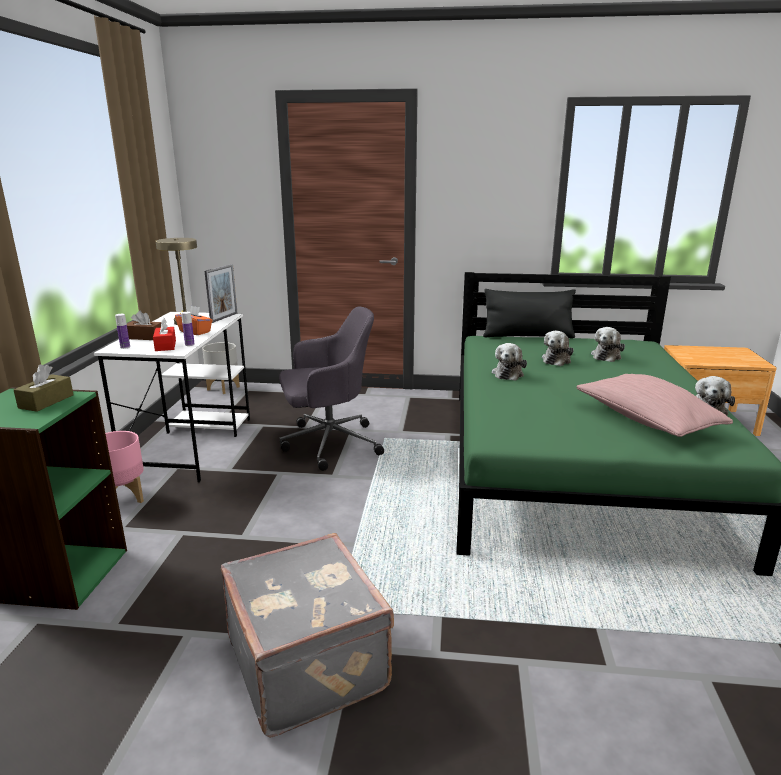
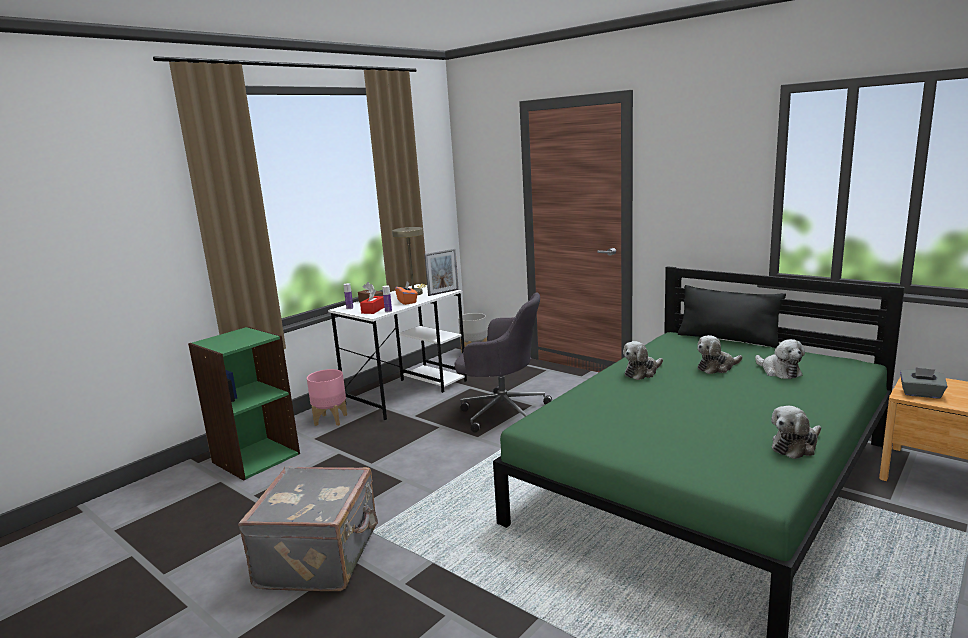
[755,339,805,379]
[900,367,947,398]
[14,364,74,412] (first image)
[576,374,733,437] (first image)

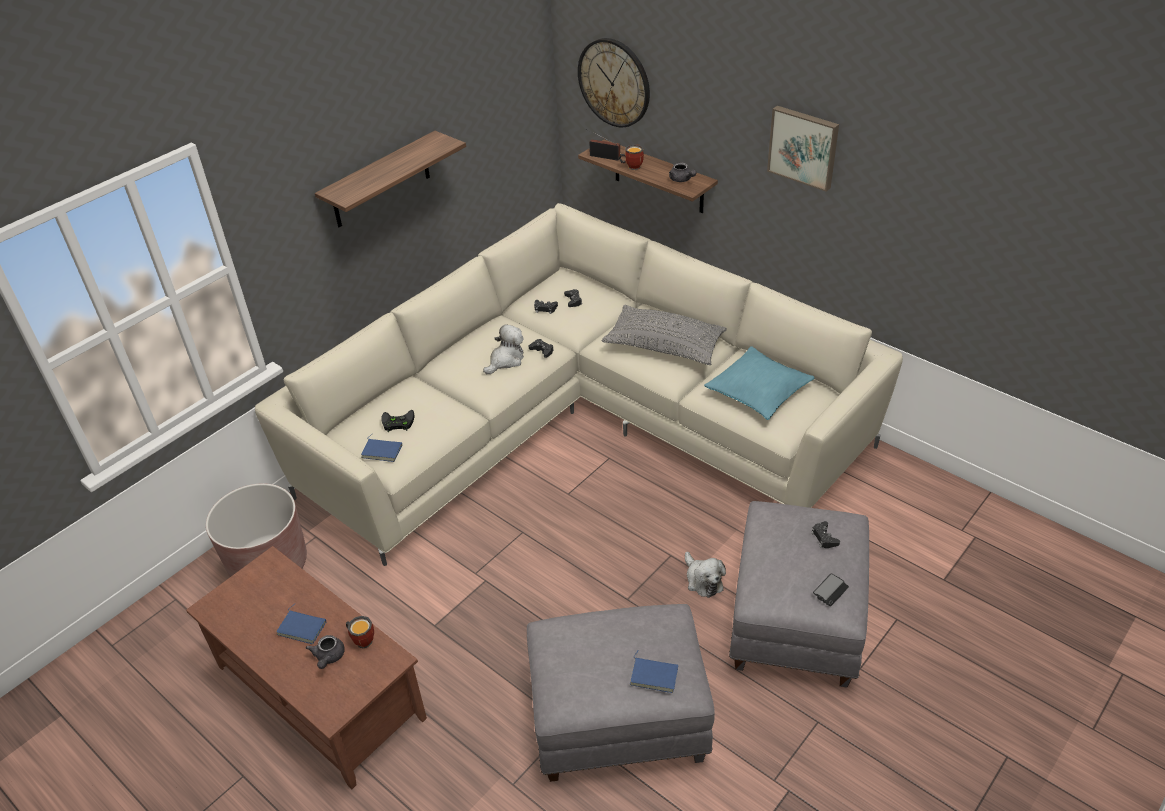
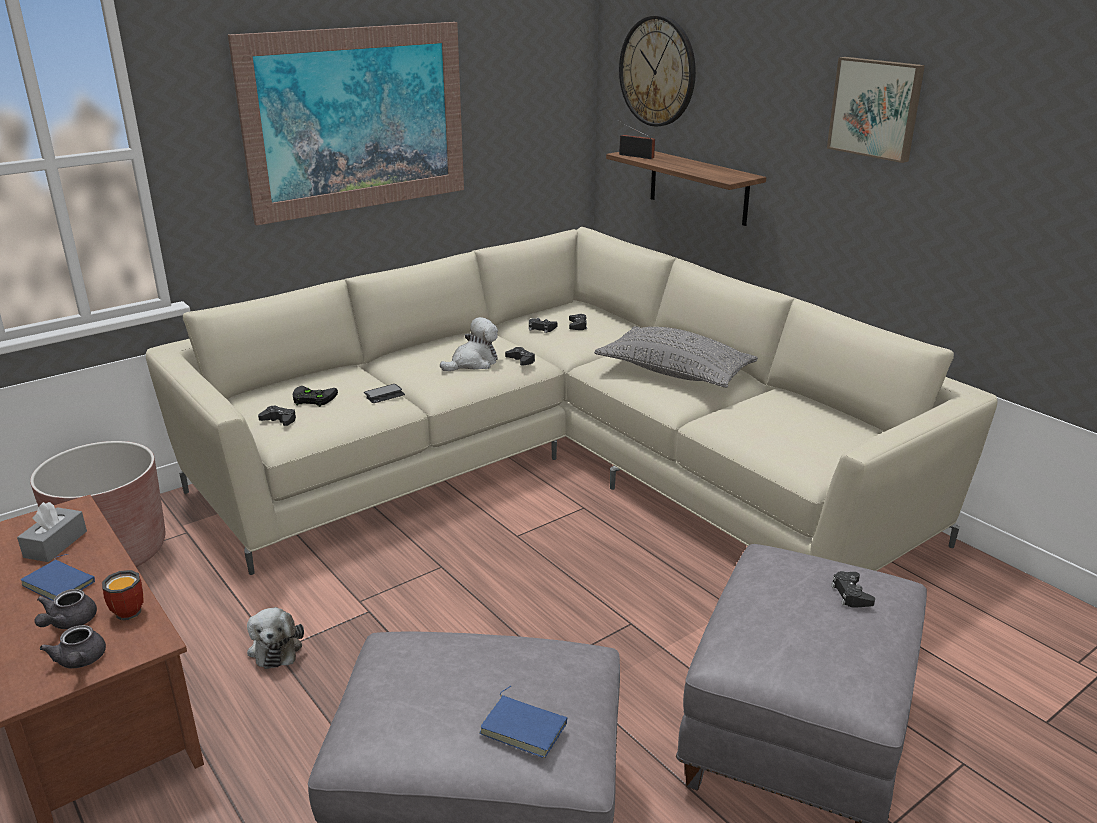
[17,502,87,562]
[40,625,106,668]
[228,22,464,225]
[247,607,304,669]
[258,405,296,426]
[364,384,405,403]
[619,144,644,170] (first image)
[704,346,814,420] (first image)

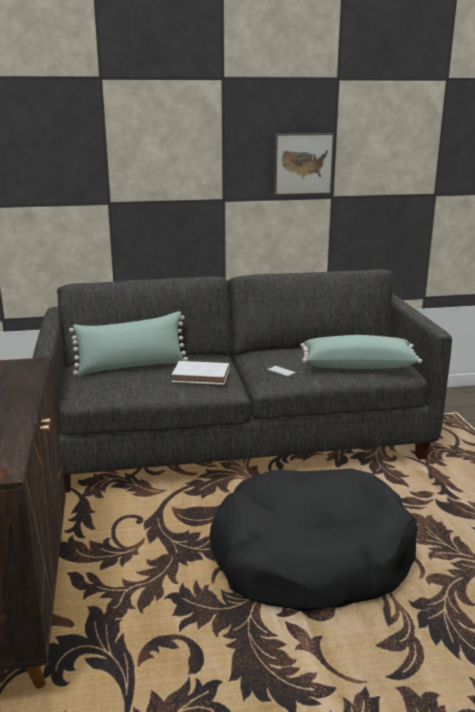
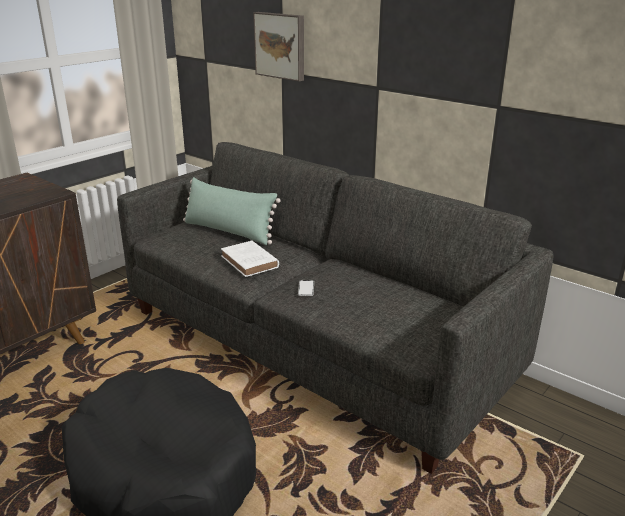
[253,12,304,81]
[300,335,422,369] (first image)

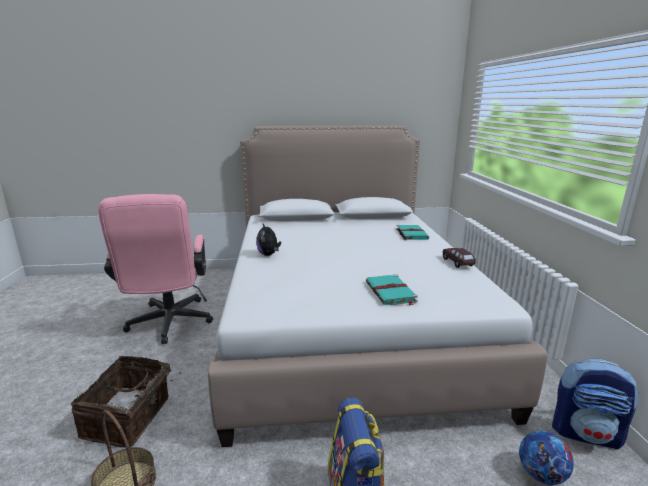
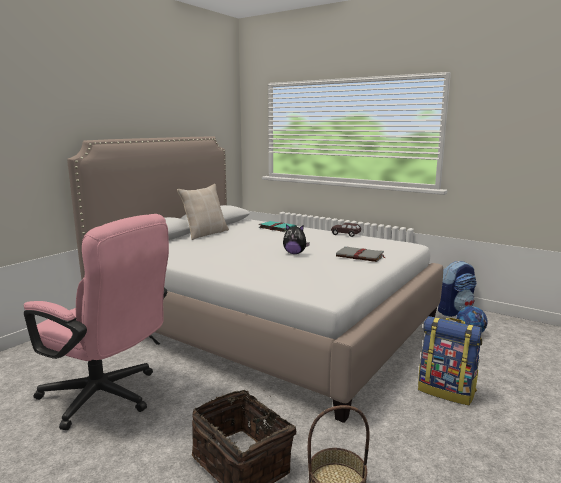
[177,184,229,240]
[283,224,310,254]
[336,246,387,262]

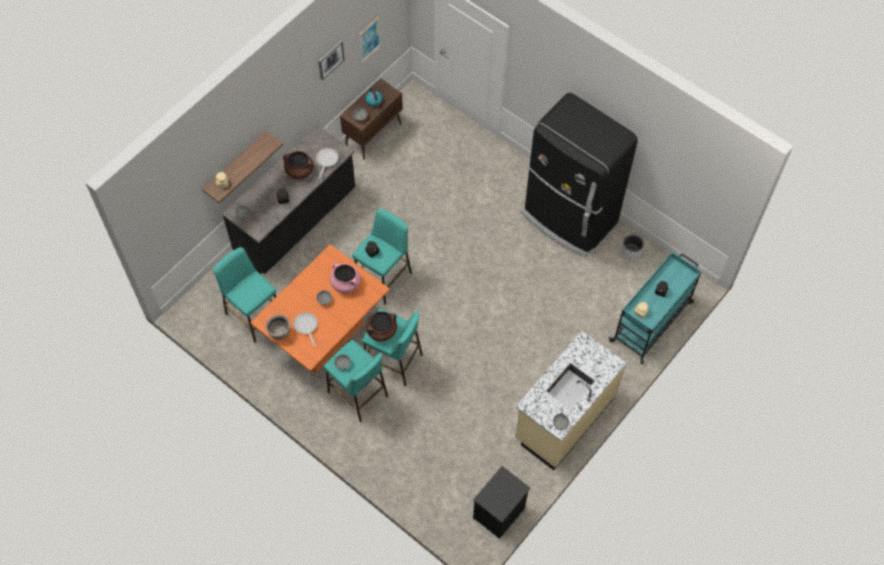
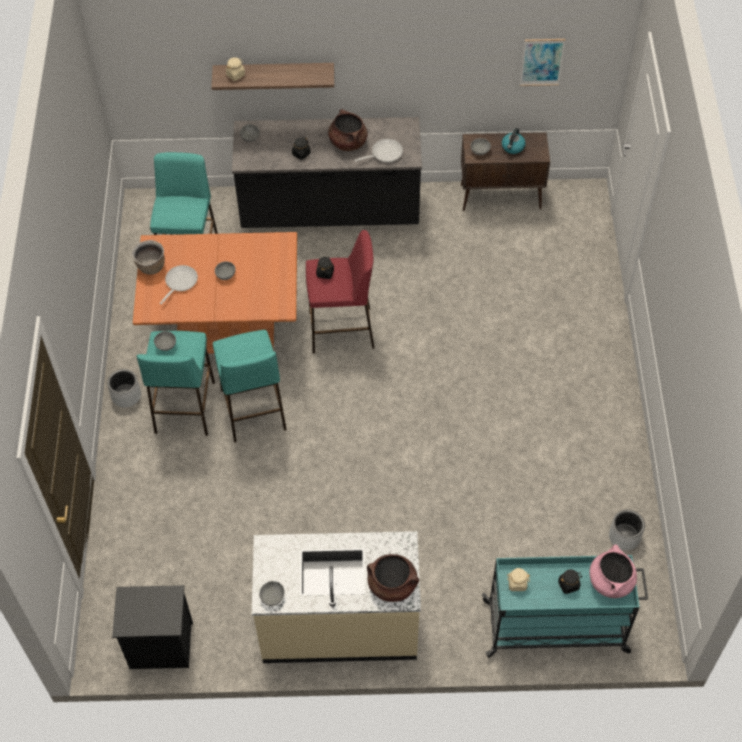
[107,369,141,408]
[306,230,374,353]
[367,554,419,602]
[589,544,637,598]
[318,41,345,80] (first image)
[521,93,638,257] (first image)

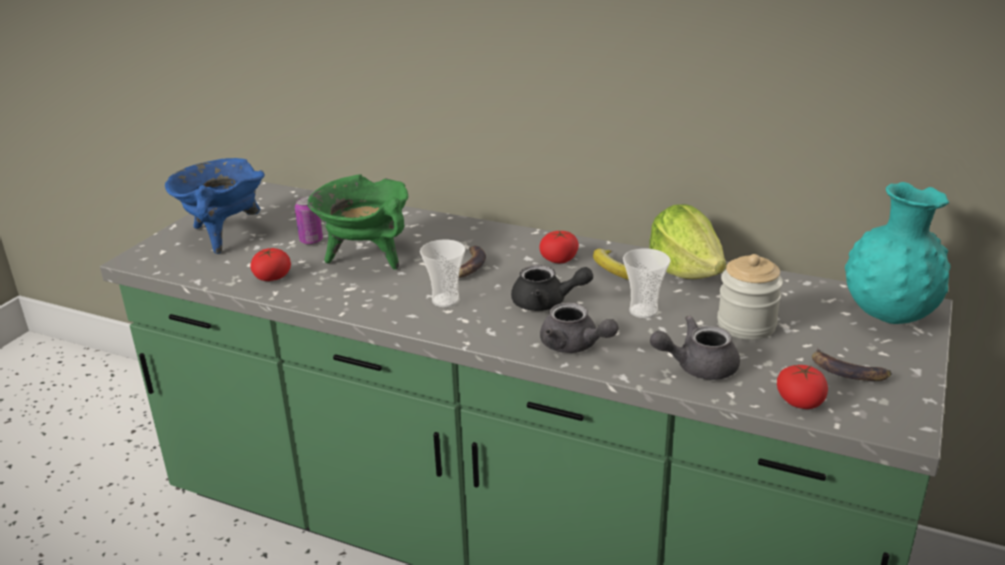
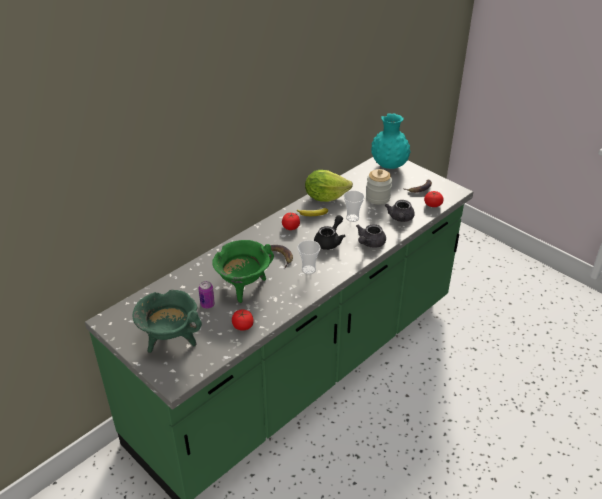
[132,290,202,353]
[356,224,386,248]

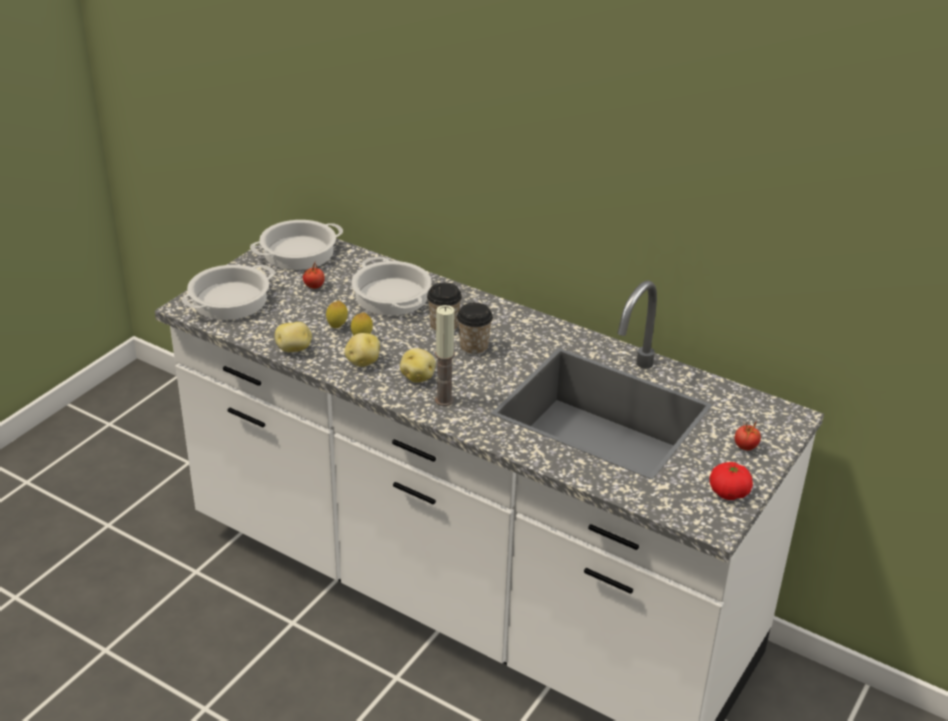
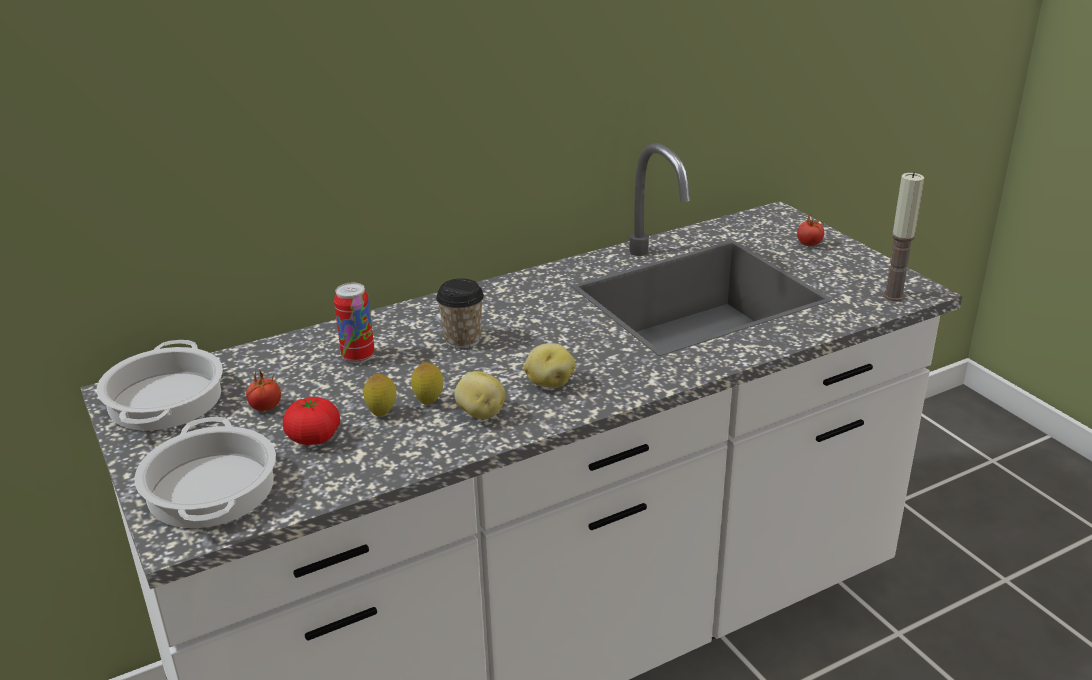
[283,397,340,445]
[334,283,375,363]
[882,172,924,301]
[275,322,312,352] (first image)
[457,303,493,356] (first image)

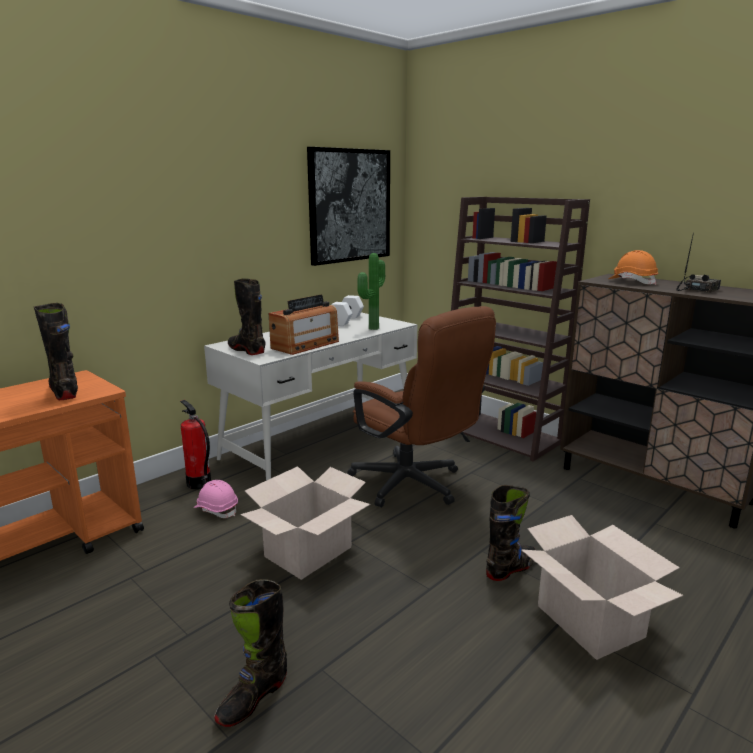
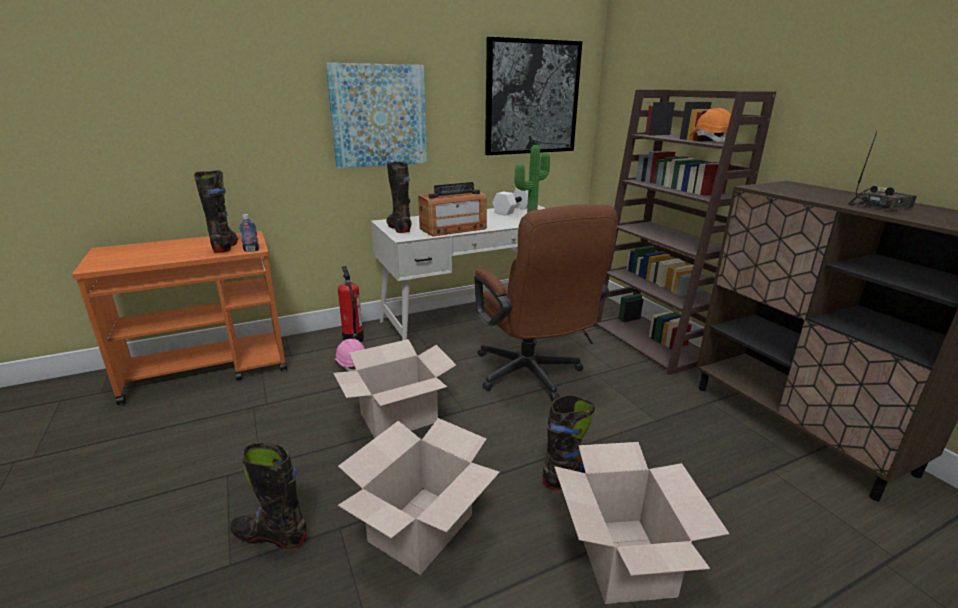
[230,442,307,549]
[239,214,260,252]
[326,63,427,168]
[338,418,500,575]
[689,108,731,142]

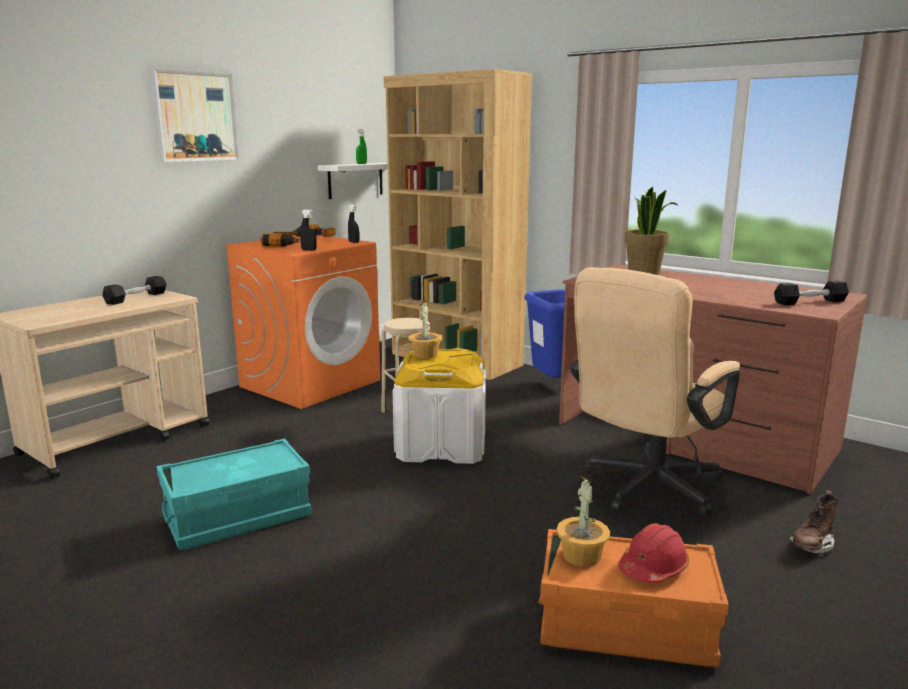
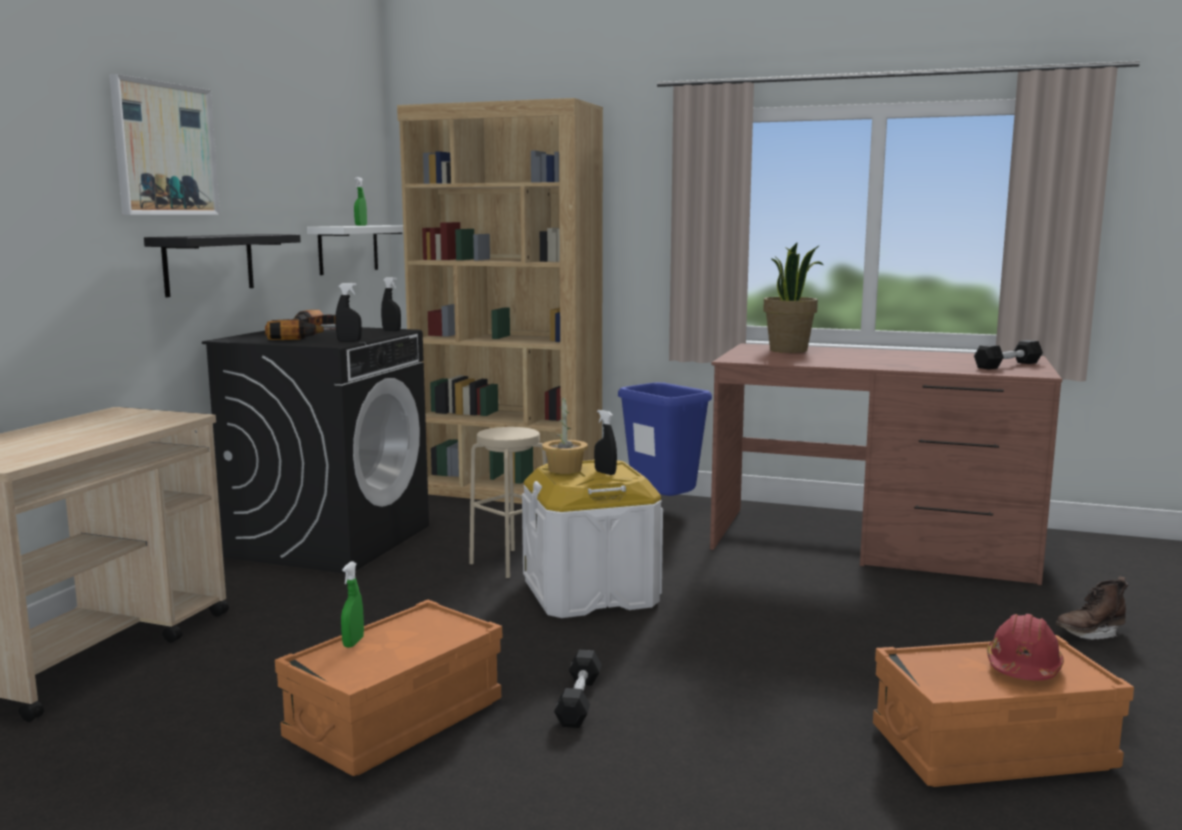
[144,234,301,297]
[202,326,429,574]
[275,600,503,776]
[341,561,364,648]
[554,650,602,728]
[594,410,617,475]
[1055,576,1128,640]
[557,475,610,567] (first image)
[570,267,740,516] (first image)

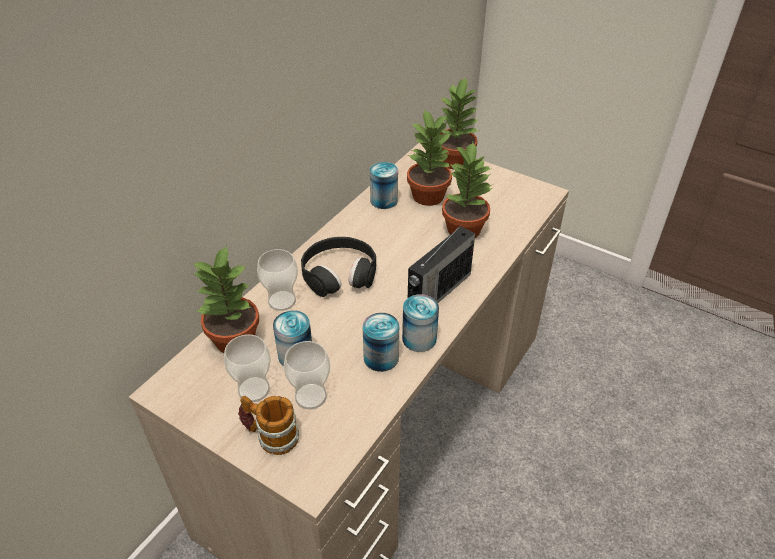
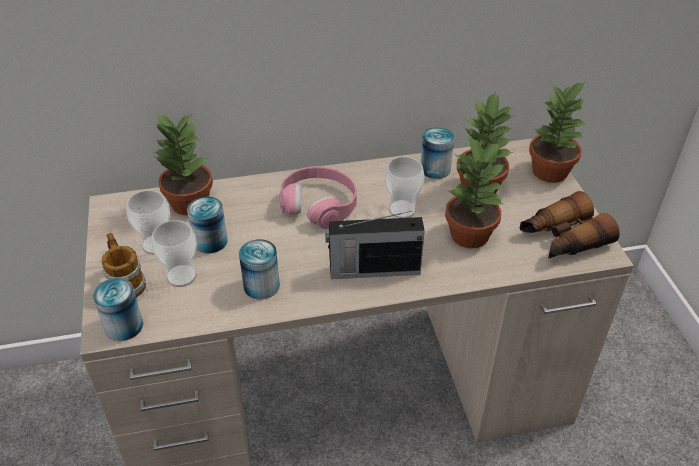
[93,278,143,341]
[279,166,357,229]
[385,157,425,218]
[520,191,620,259]

